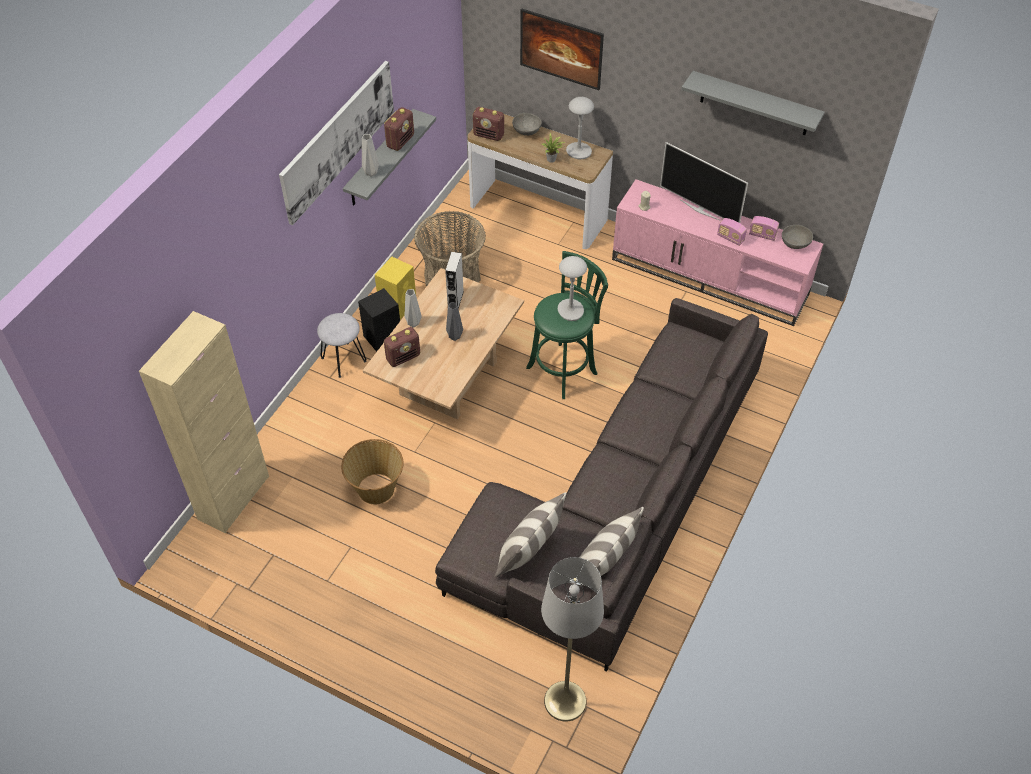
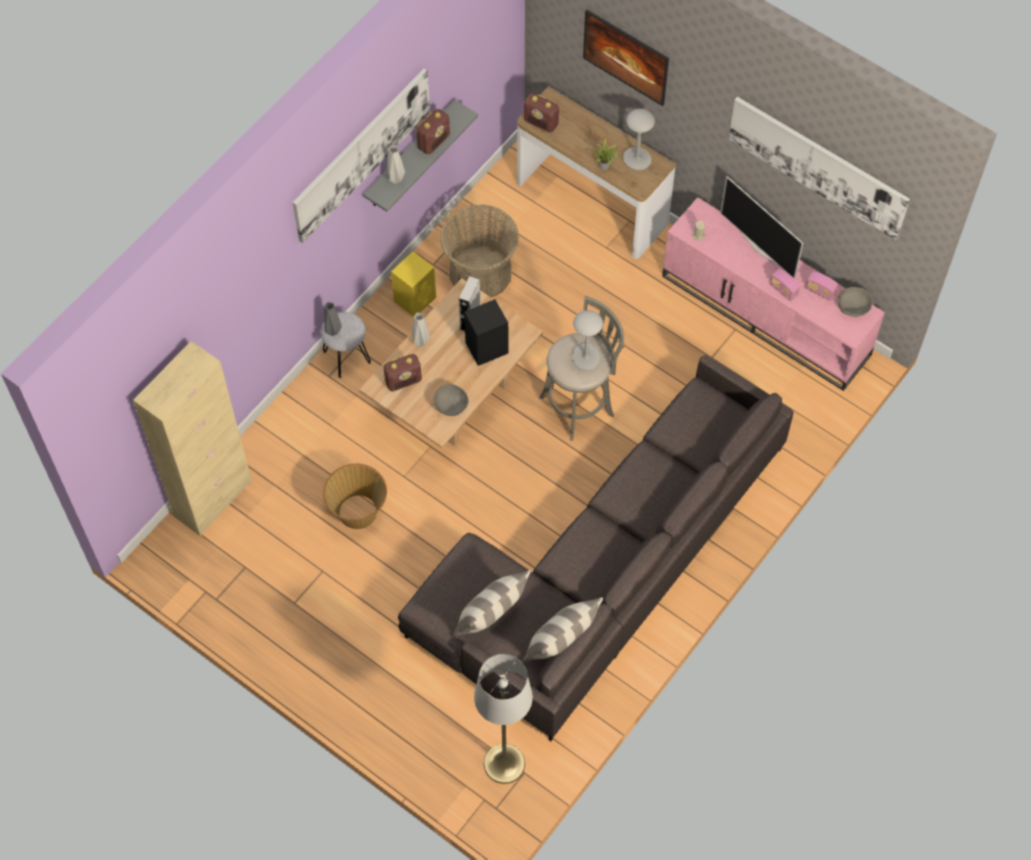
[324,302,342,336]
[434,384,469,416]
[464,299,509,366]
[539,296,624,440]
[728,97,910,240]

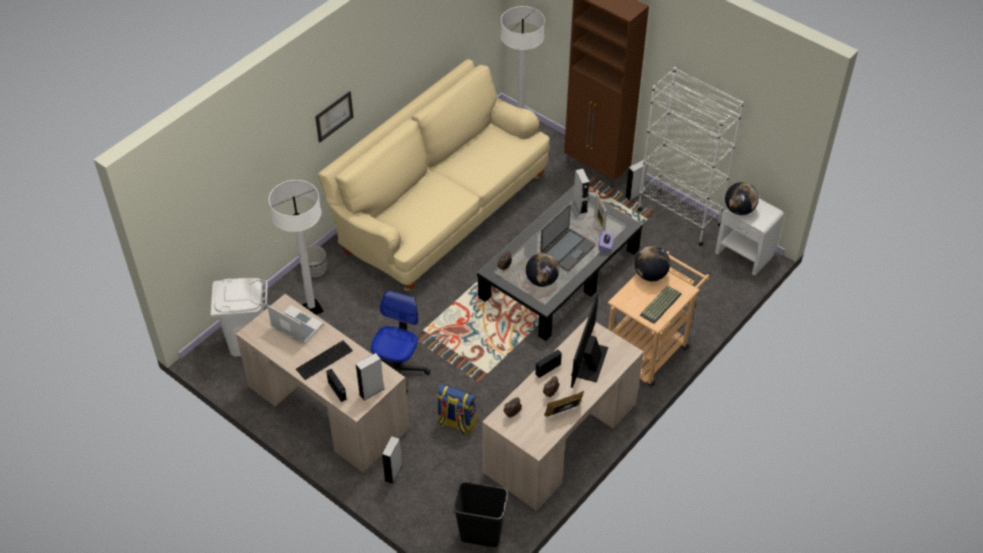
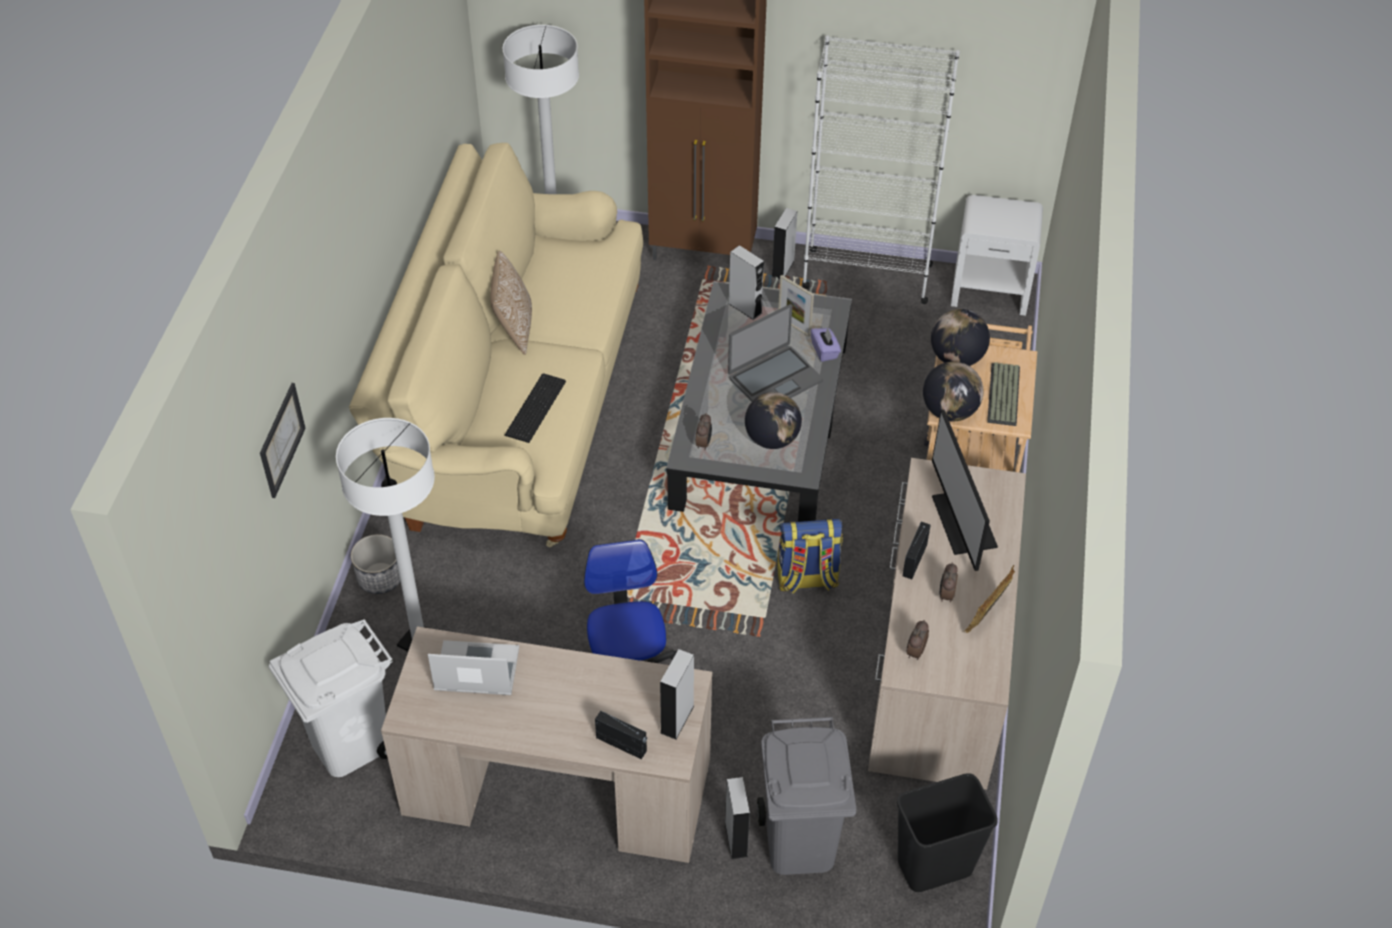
[260,383,306,498]
[490,251,532,355]
[505,373,566,443]
[728,304,823,402]
[757,717,856,875]
[778,518,843,594]
[923,361,983,421]

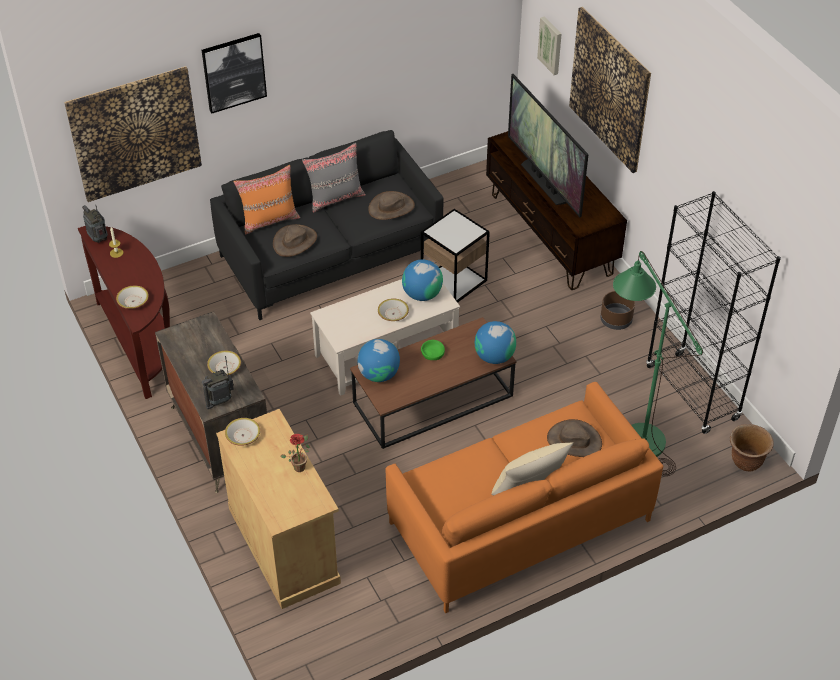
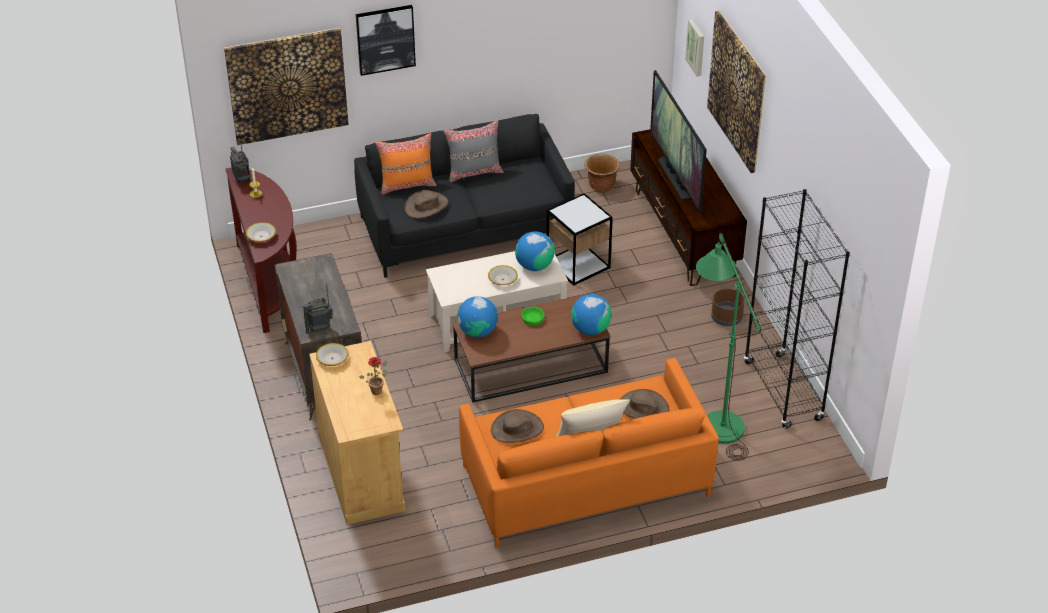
[491,409,544,443]
[584,154,620,193]
[207,351,241,375] (first image)

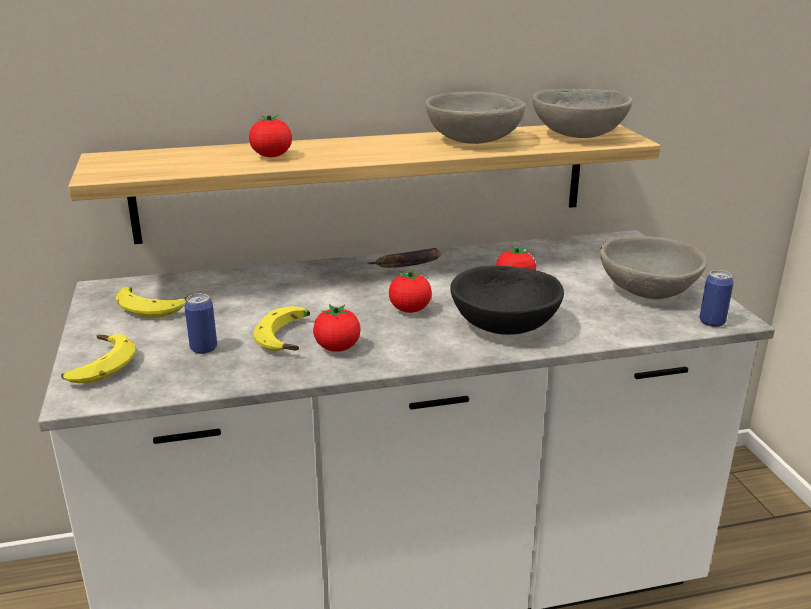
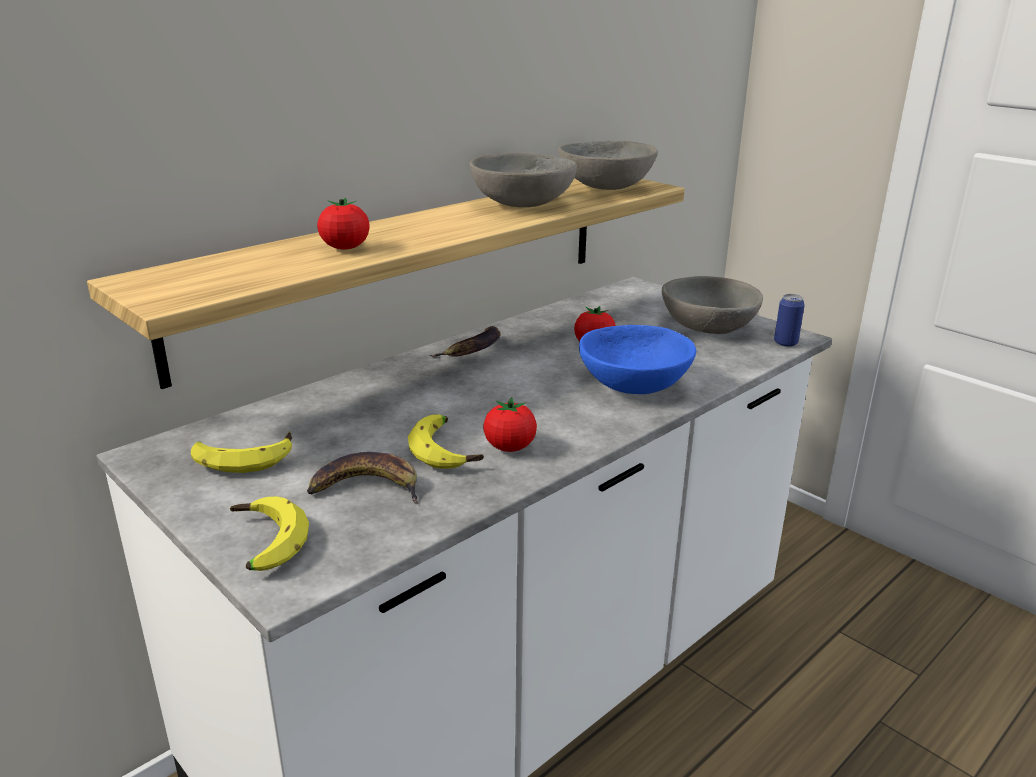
[307,452,419,504]
[579,325,696,394]
[389,269,432,313] (first image)

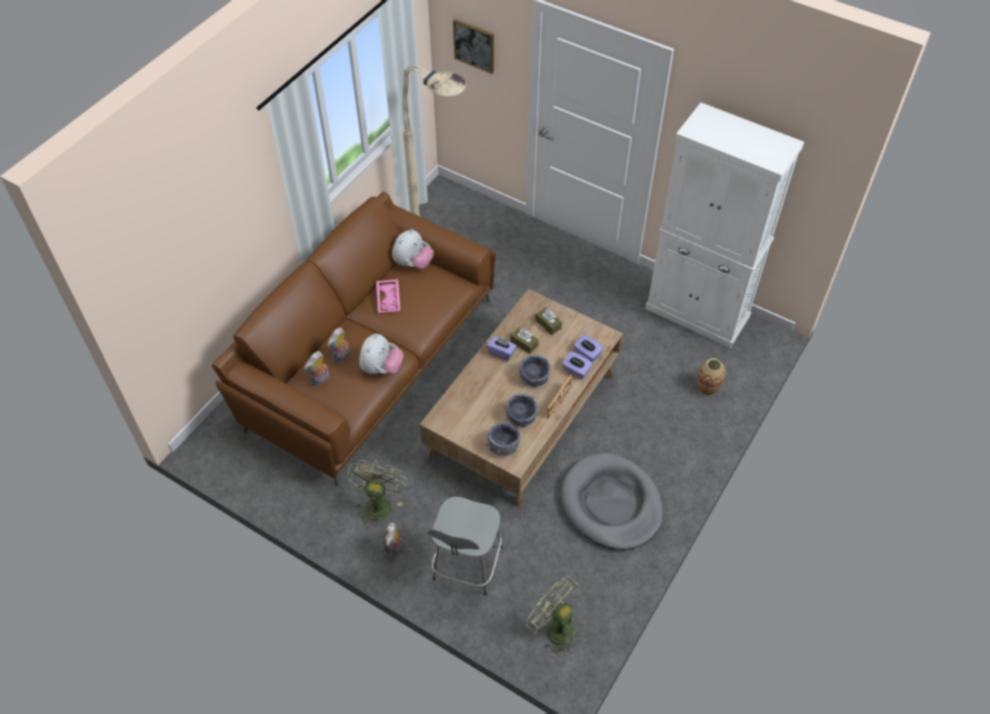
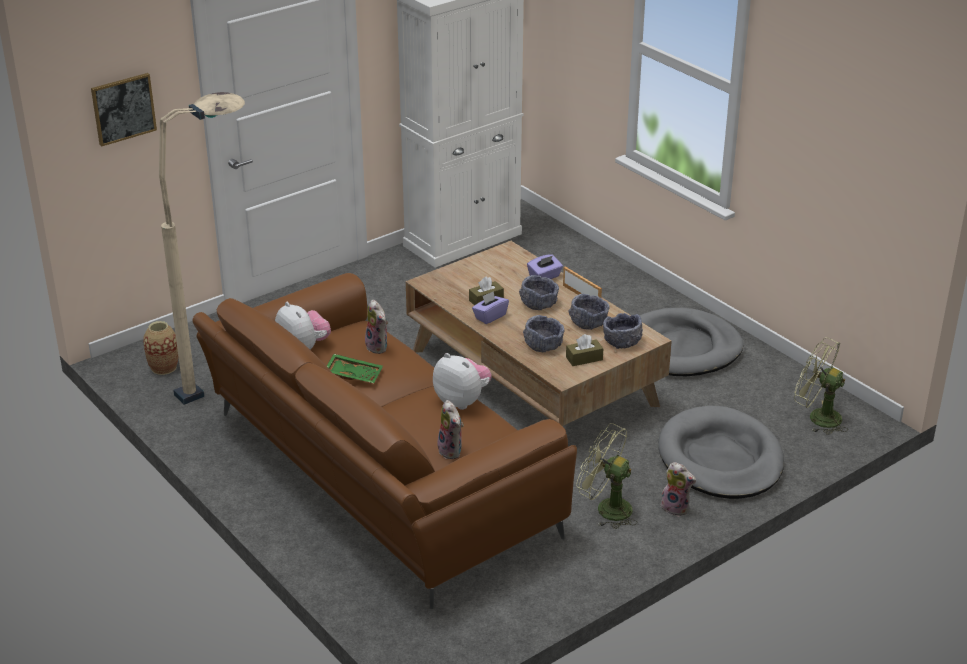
[143,321,178,375]
[327,354,383,384]
[365,300,388,354]
[523,315,565,352]
[566,334,603,366]
[658,405,784,499]
[794,337,848,435]
[574,334,604,362] (first image)

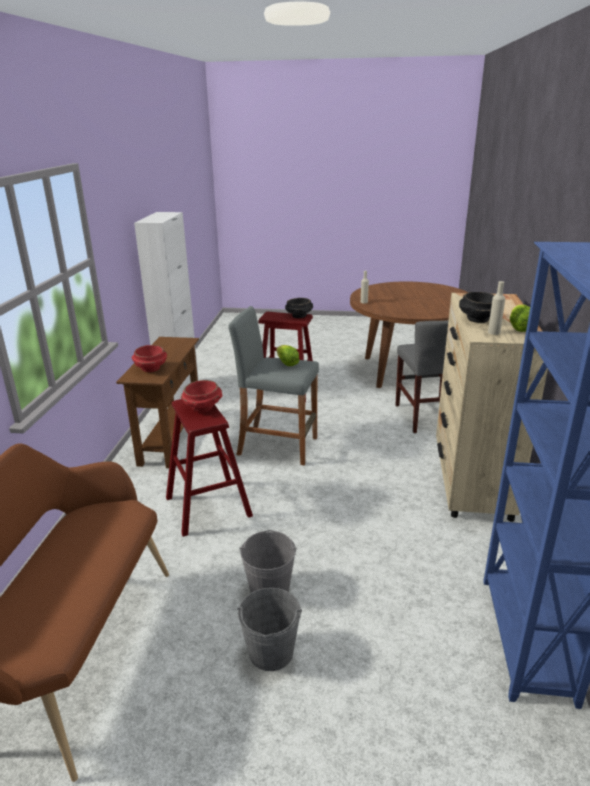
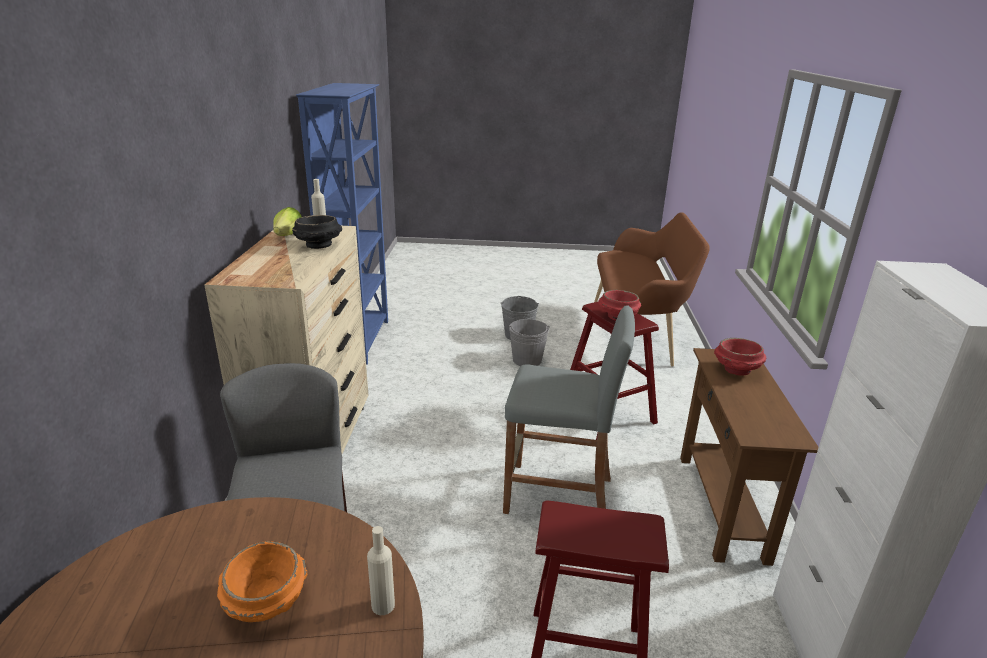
[217,541,308,622]
[276,345,300,366] (first image)
[285,298,313,318] (first image)

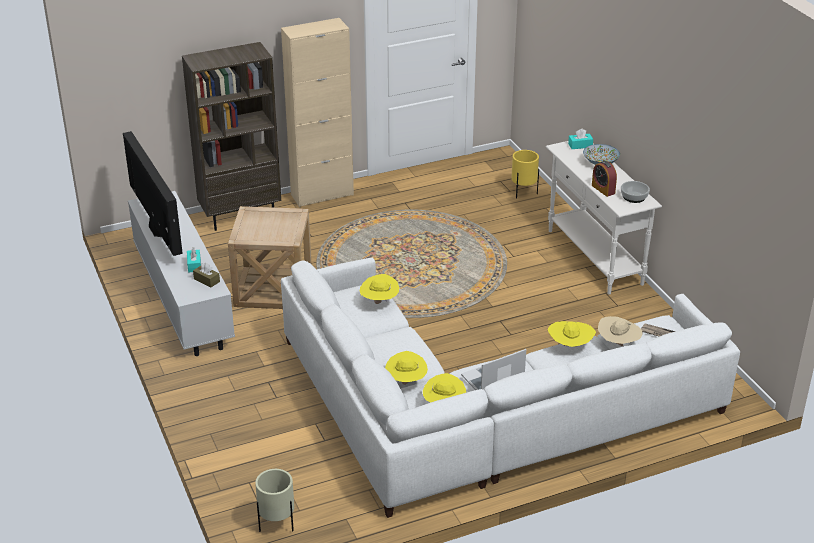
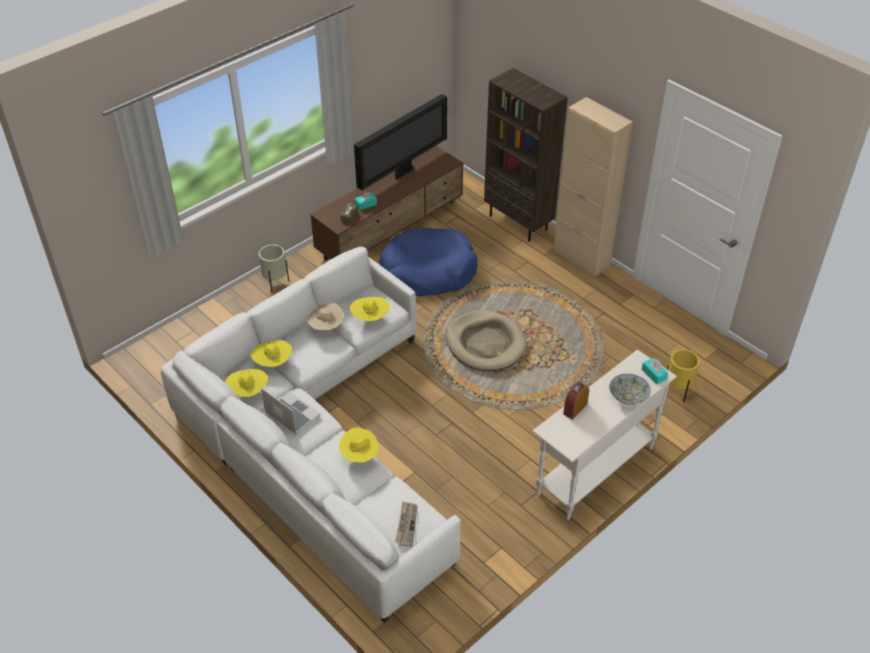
[259,244,289,292]
[307,303,344,330]
[310,146,464,260]
[379,228,477,296]
[446,310,527,371]
[621,181,650,203] (first image)

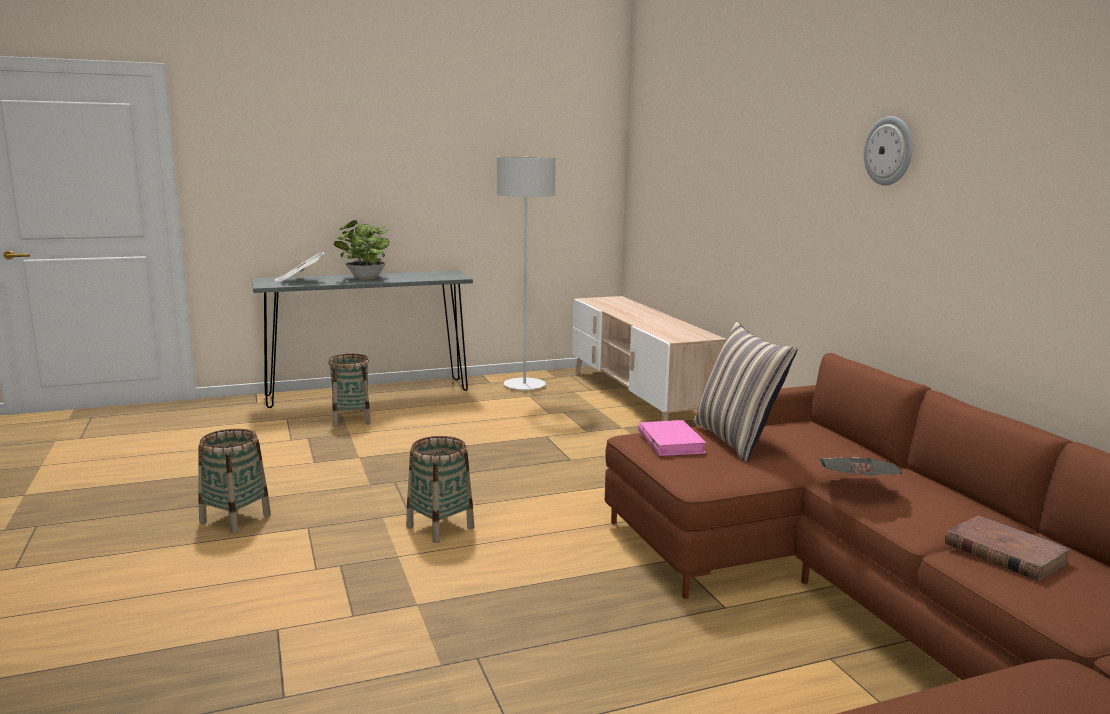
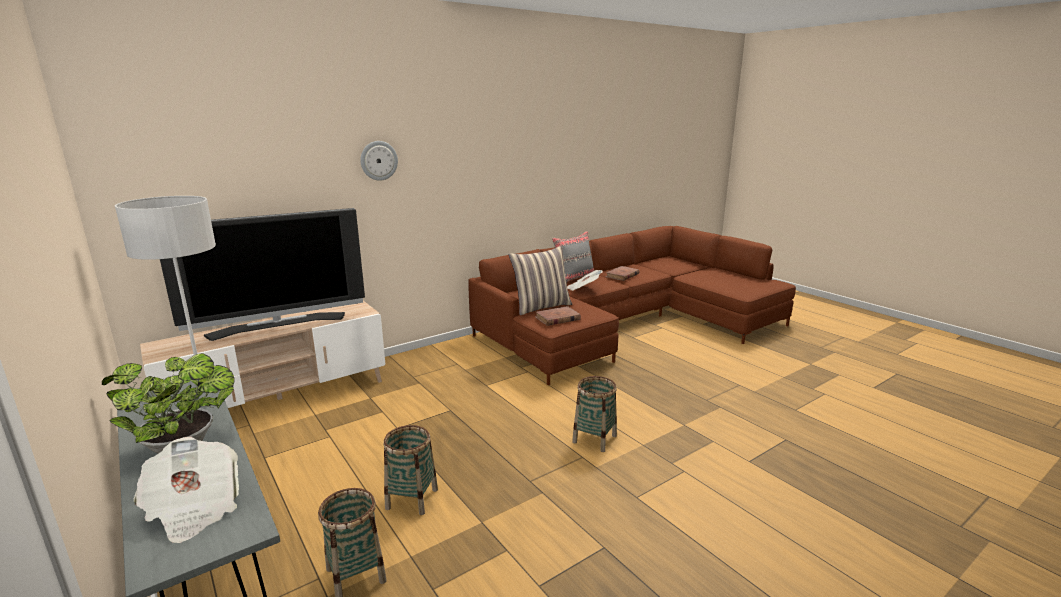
[160,208,365,341]
[360,141,398,181]
[384,425,438,515]
[535,306,581,326]
[552,231,595,283]

